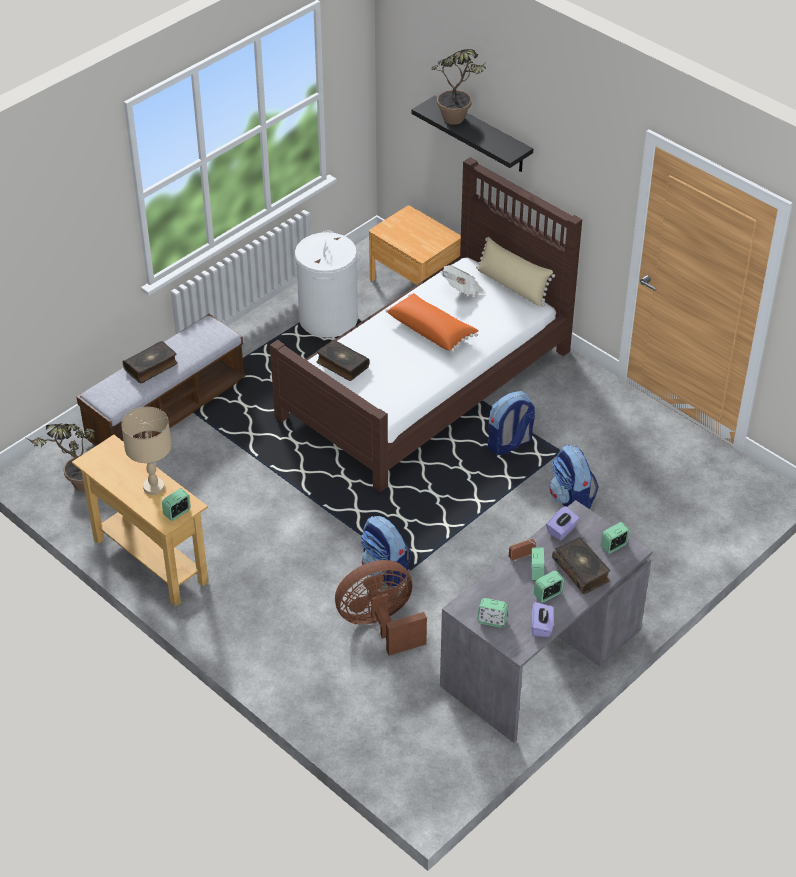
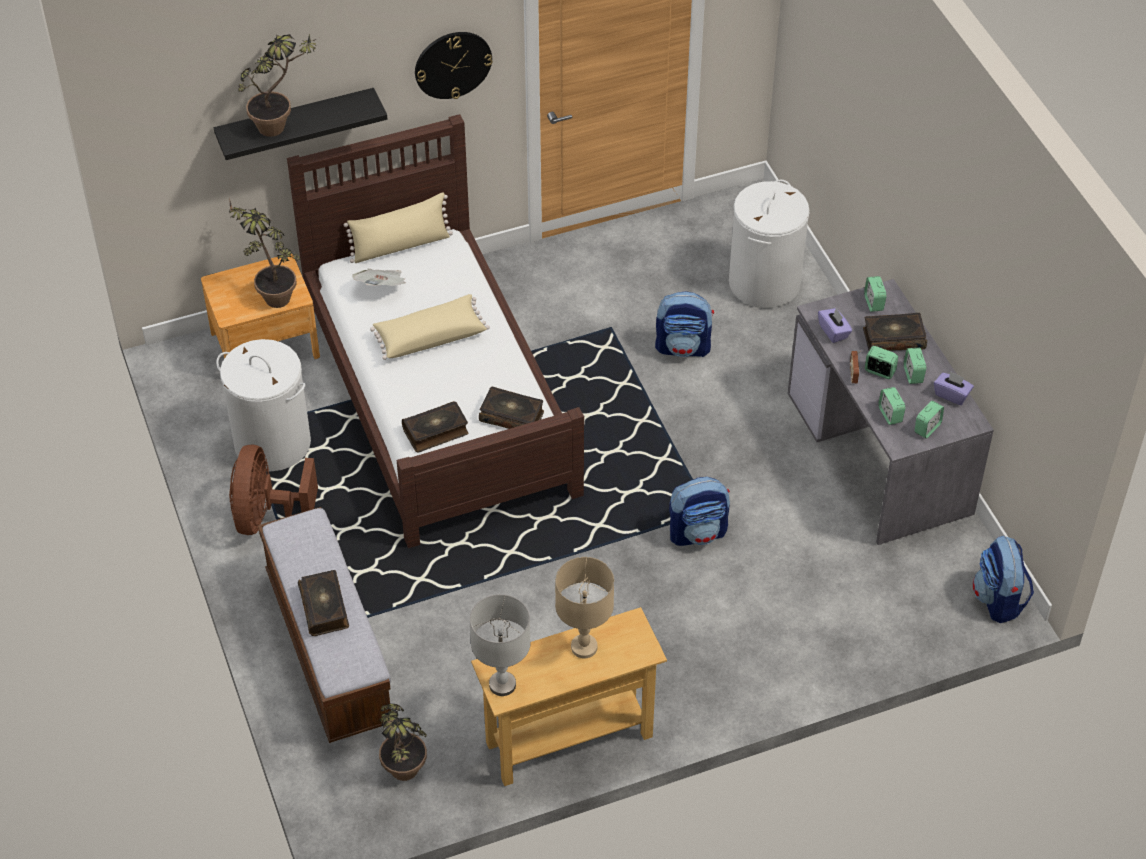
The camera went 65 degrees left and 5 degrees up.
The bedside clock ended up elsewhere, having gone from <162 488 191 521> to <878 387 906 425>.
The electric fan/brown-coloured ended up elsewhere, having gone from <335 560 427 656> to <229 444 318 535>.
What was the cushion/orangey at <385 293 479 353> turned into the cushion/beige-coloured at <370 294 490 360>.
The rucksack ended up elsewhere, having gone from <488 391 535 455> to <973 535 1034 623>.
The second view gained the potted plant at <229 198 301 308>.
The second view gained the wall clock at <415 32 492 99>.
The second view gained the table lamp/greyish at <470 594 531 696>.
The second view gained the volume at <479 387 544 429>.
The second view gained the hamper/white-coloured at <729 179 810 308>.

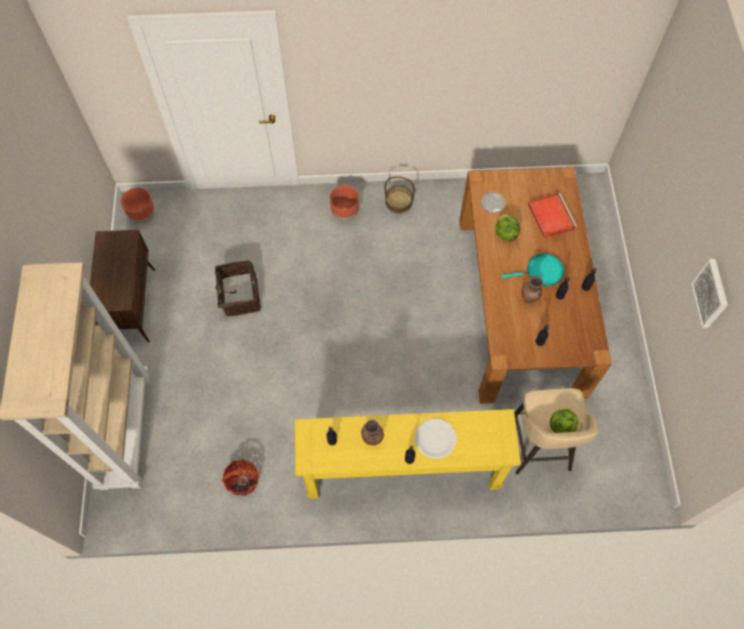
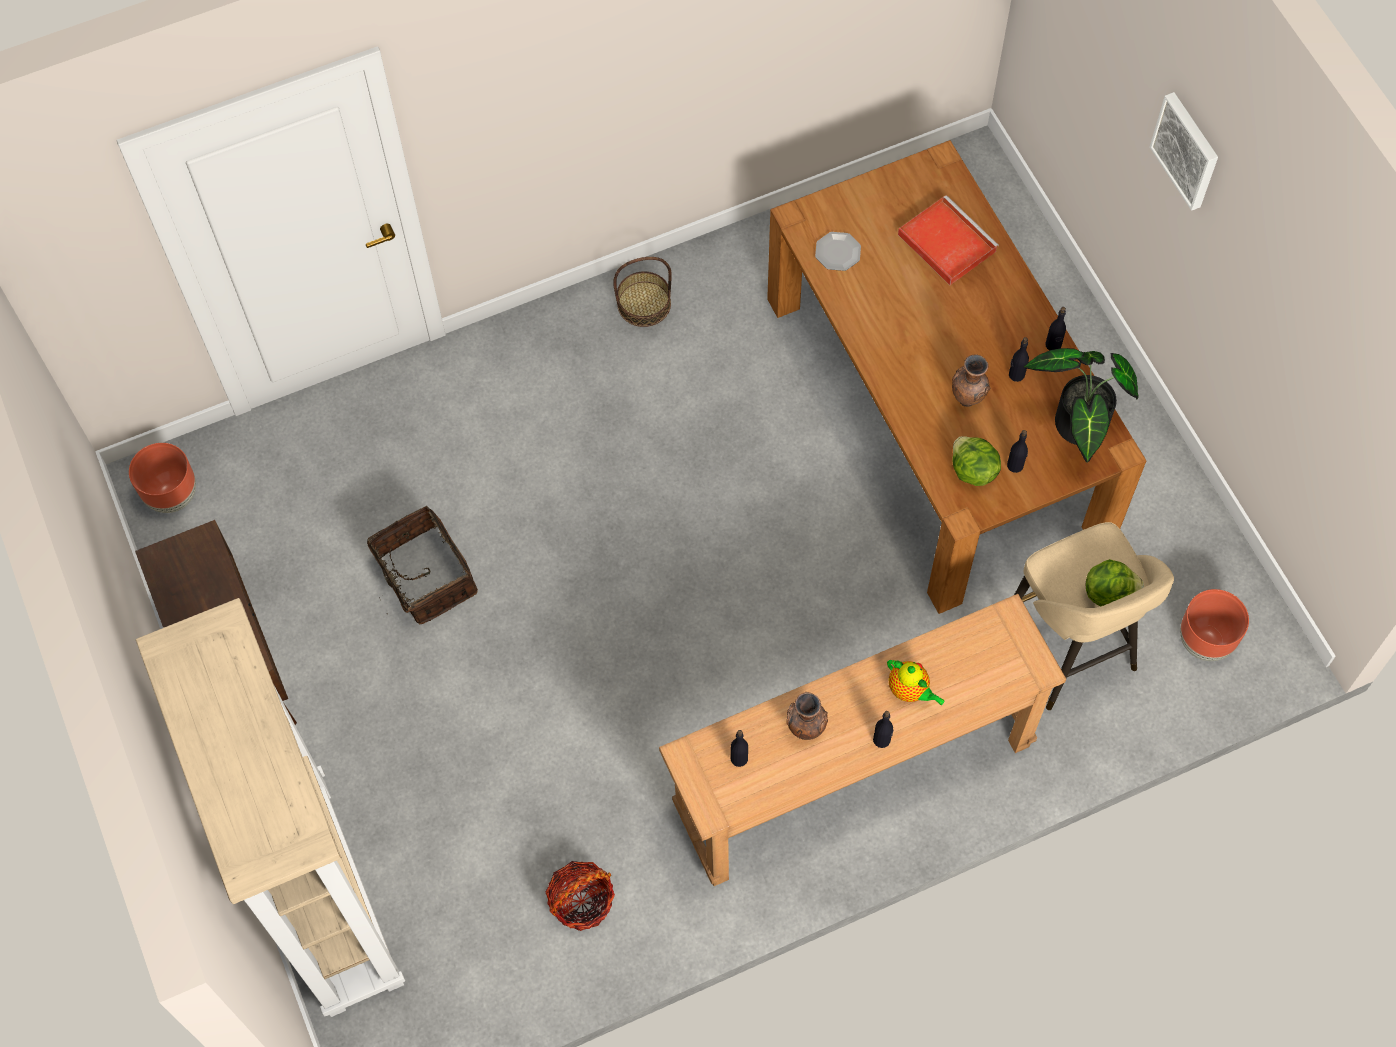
The camera went 20 degrees left and 0 degrees up.
What was the narrow table/yellowish at <295 409 521 499> turned into the narrow table/brown-coloured at <659 594 1066 886>.
The planter/brown-coloured ended up elsewhere, having gone from <330 185 359 221> to <1180 589 1249 661>.
Where the dinner plate/white-coloured stood at <415 419 457 459>, the pot for tea came to stand at <887 660 945 705>.
The head of lettuce ended up elsewhere, having gone from <496 214 520 241> to <952 436 1001 486>.
The second view lost the pan/turquoise-coloured at <501 254 564 286>.
The picture ended up elsewhere, having gone from <691 259 728 328> to <1150 92 1218 211>.
The second view gained the potted plant at <1024 348 1139 462>.

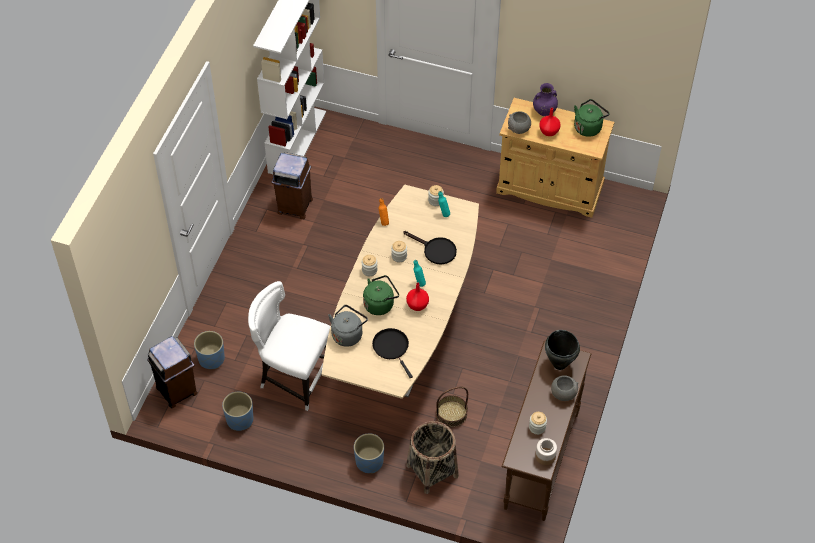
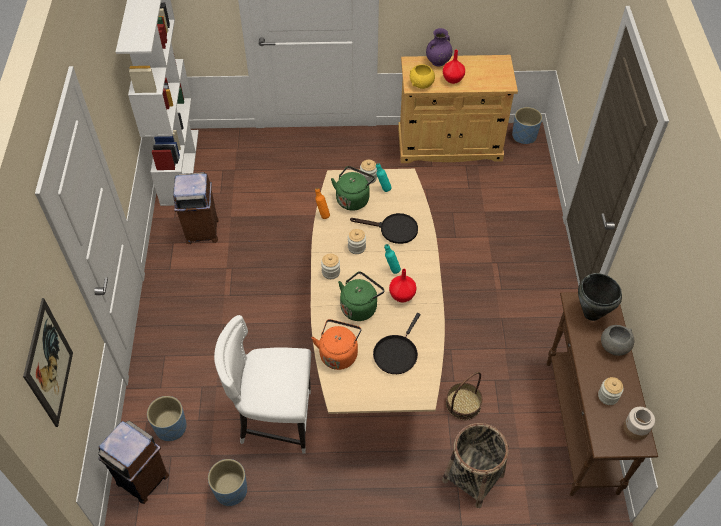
The camera went 20 degrees left and 0 degrees up.
What was the tea kettle/greyish at <328 305 368 347> turned into the tea kettle/orangey at <311 319 361 370>.
The planter/blue-coloured ended up elsewhere, having gone from <354 434 384 474> to <512 107 542 144>.
The pan/black at <372 328 413 378> ended up facing another way, 105 degrees counterclockwise from before.
What was the bowl/greyish at <508 111 531 134> turned into the bowl/yellowish at <410 64 435 89>.
The tea kettle/green ended up elsewhere, having gone from <574 99 610 137> to <331 166 375 211>.
The second view gained the picture at <23 298 73 427>.

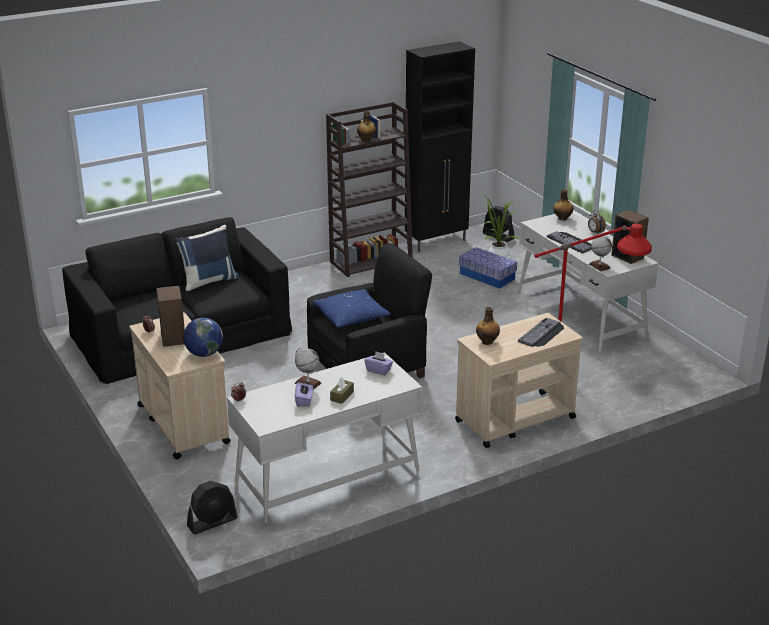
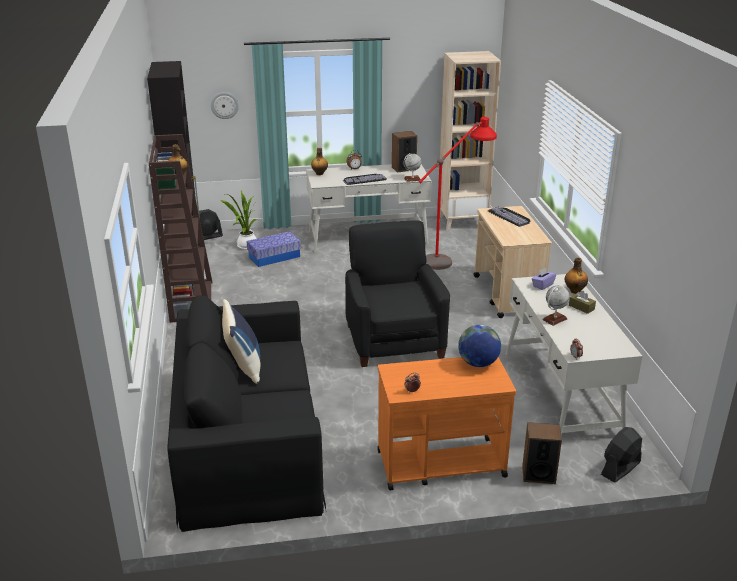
The camera went 70 degrees left and 0 degrees up.
What was the trolley/beige-coloured at <130 312 231 459> turned into the trolley/orangey at <377 357 516 490>.
The loudspeaker ended up elsewhere, having gone from <156 286 185 347> to <522 422 562 484>.
The electric fan/black at <187 481 238 534> ended up facing another way, 120 degrees counterclockwise from before.
The second view lost the tissue holder/purple-coloured at <295 382 313 407>.
The second view lost the cushion/blue-coloured at <313 289 391 328>.
The bottle ended up elsewhere, having gone from <476 307 500 345> to <565 257 588 294>.
The second view gained the wall clock at <211 92 239 119>.
The second view gained the shelving unit/beige-coloured at <440 51 501 231>.

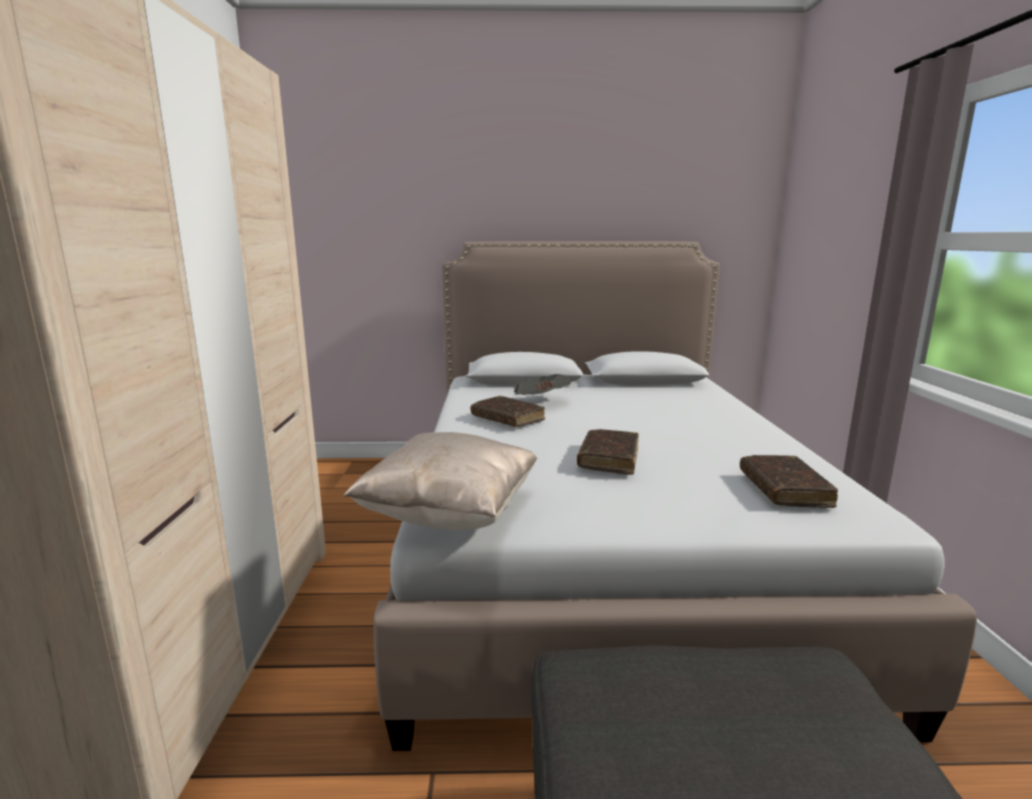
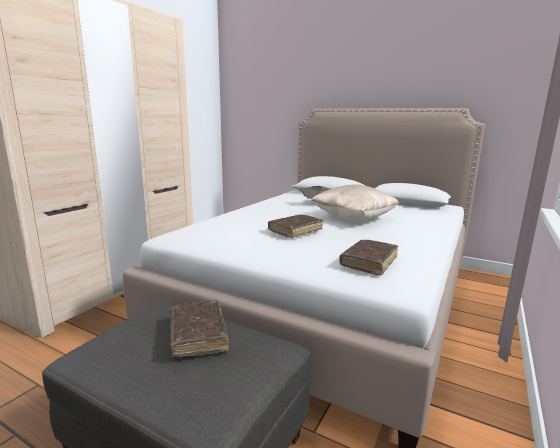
The camera went 30 degrees right and 0 degrees up.
The cushion/beige-coloured ended up elsewhere, having gone from <343 432 537 530> to <311 185 399 221>.
The volume/brown-coloured ended up elsewhere, having gone from <471 396 545 427> to <170 300 229 357>.

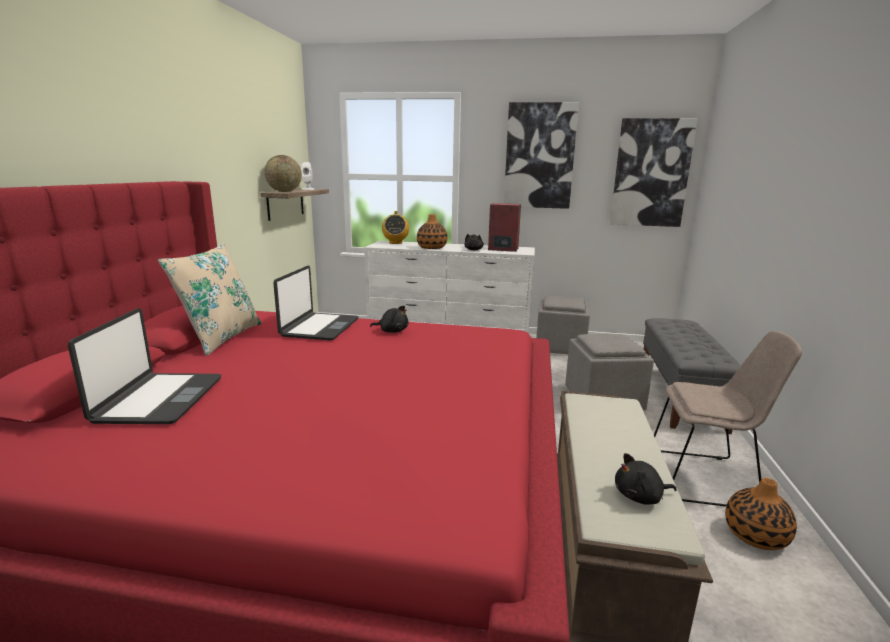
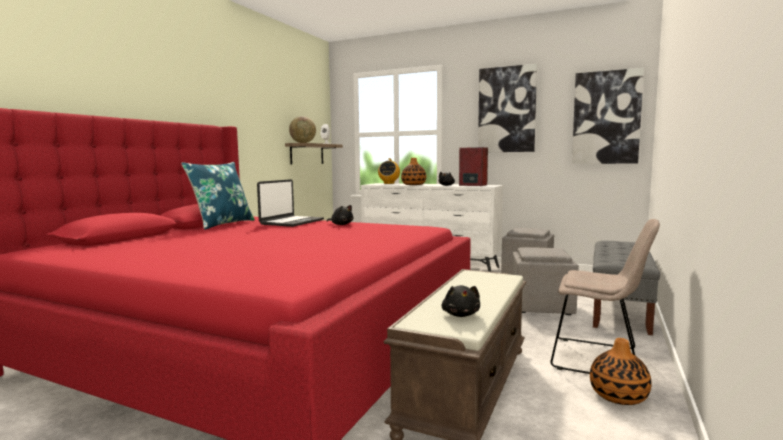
The camera went 15 degrees right and 10 degrees down.
The second view lost the notebook computer at <68 308 221 424>.
What was the cushion/beige-coloured at <158 243 261 356> turned into the cushion/blue-coloured at <181 162 255 230>.
The cuddly toy/black at <615 453 677 505> ended up facing another way, 105 degrees counterclockwise from before.

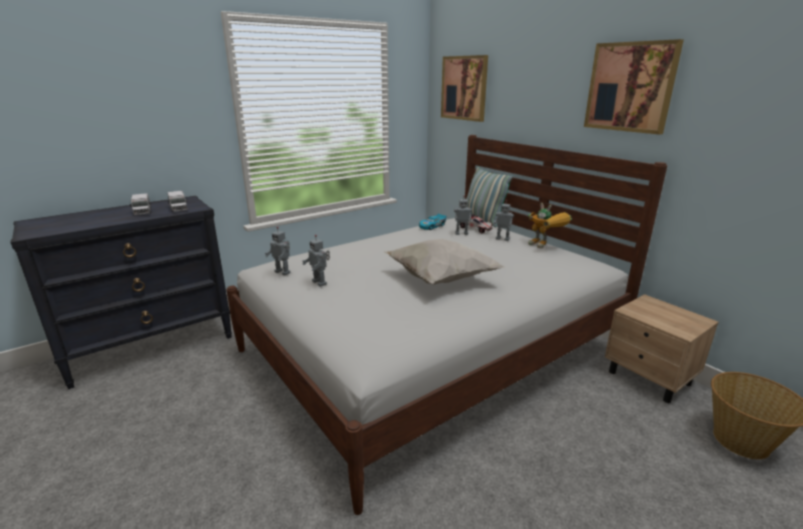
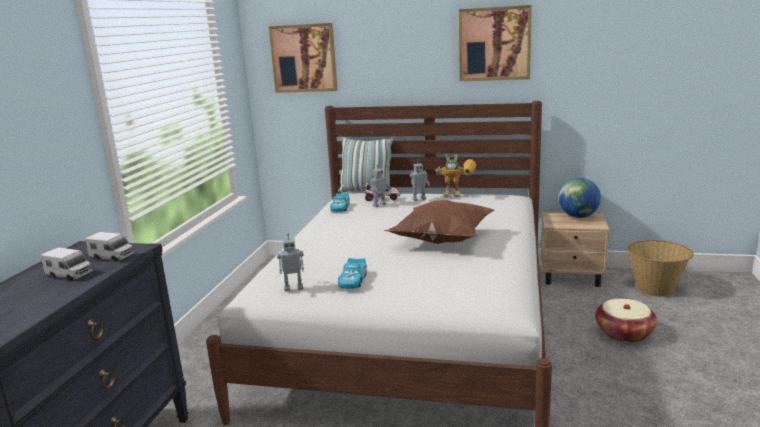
The camera went 40 degrees left and 5 degrees down.
Where the model robot stood at <302 235 330 287>, the model car came to stand at <338 258 367 289>.
What was the cushion/white-coloured at <384 239 505 285> turned into the cushion/brown-coloured at <384 200 495 244>.
The second view gained the desk globe at <559 178 601 218>.
The second view gained the storage basket at <595 299 657 343>.

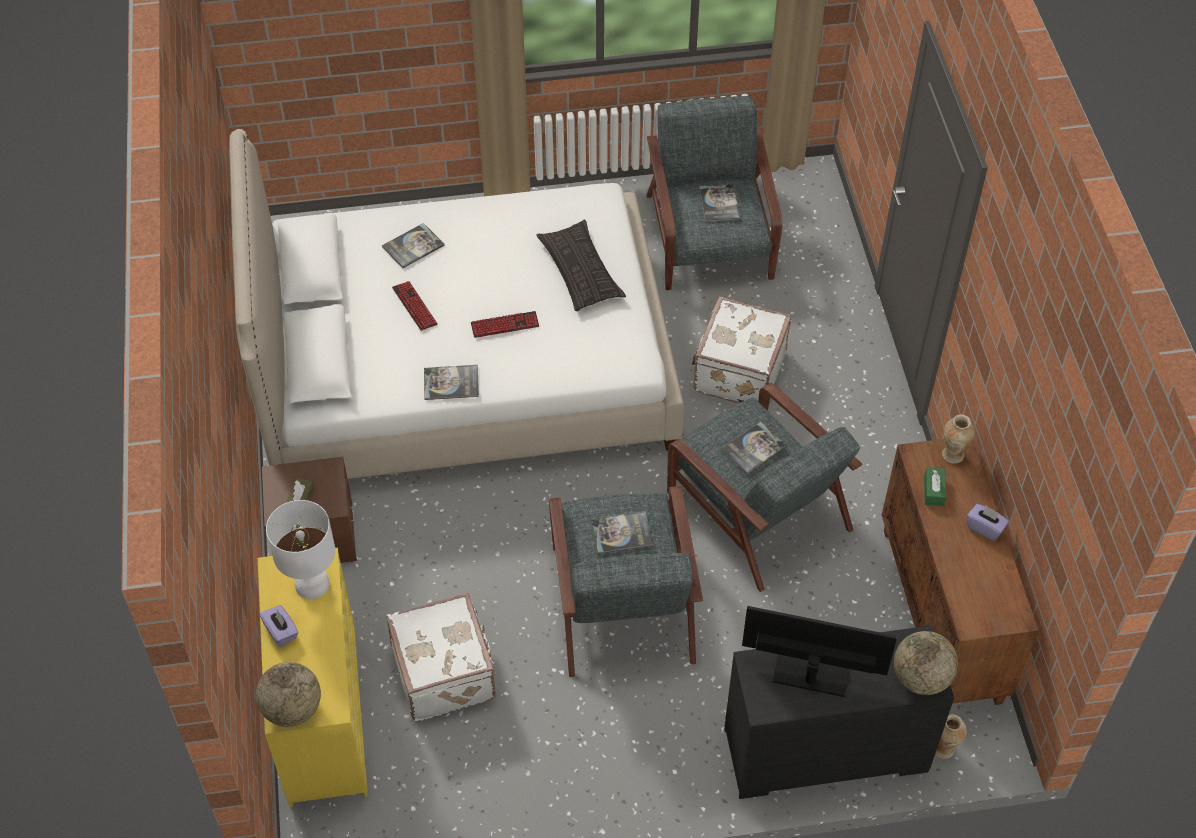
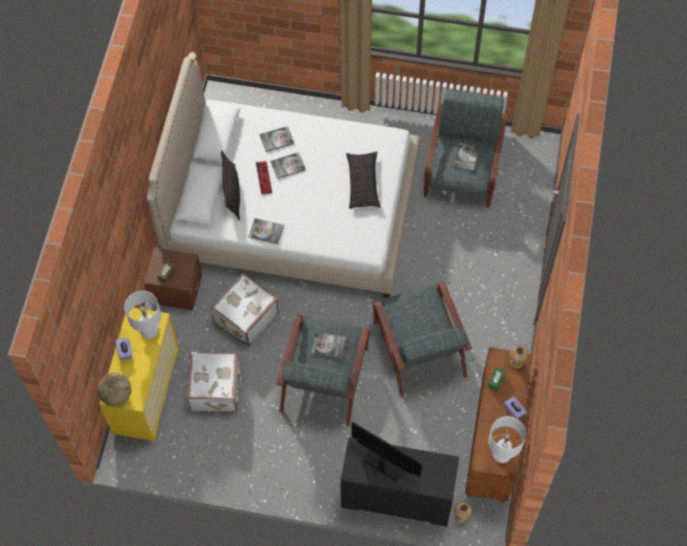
The camera went 20 degrees right and 10 degrees up.
The second view lost the PC keyboard at <471 311 539 338>.
The piece of luggage/white-coloured ended up elsewhere, having gone from <692 296 791 403> to <211 273 279 346>.
The volume ended up elsewhere, having gone from <721 422 787 475> to <271 152 306 179>.
The second view lost the desk globe at <894 631 958 695>.
The second view gained the cushion at <221 150 240 220>.
The second view gained the table lamp/white-coloured at <488 416 526 463>.

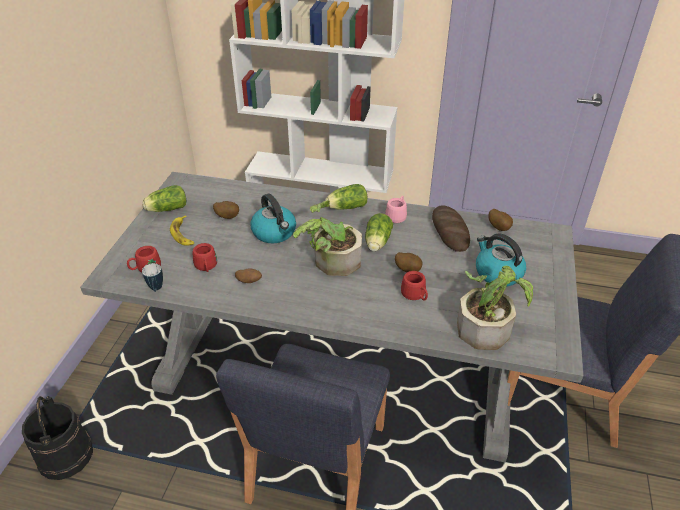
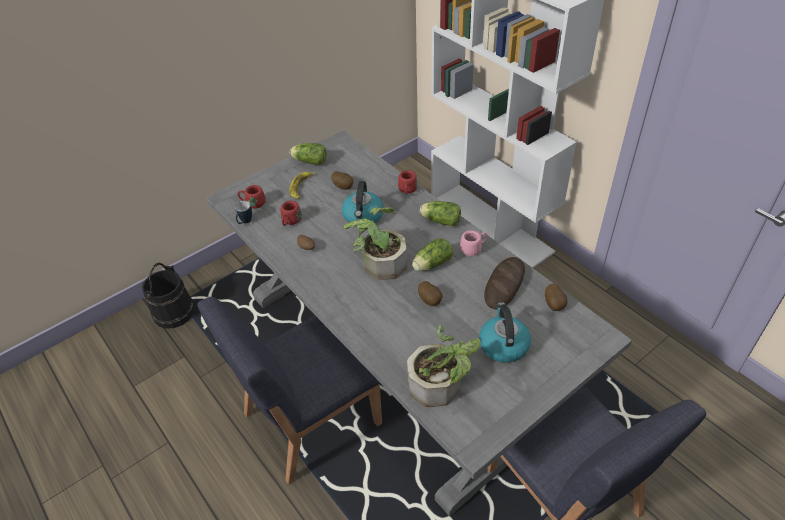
The camera went 40 degrees right and 5 degrees up.
The mug/red-coloured ended up elsewhere, having gone from <401 271 428 301> to <398 170 418 195>.

